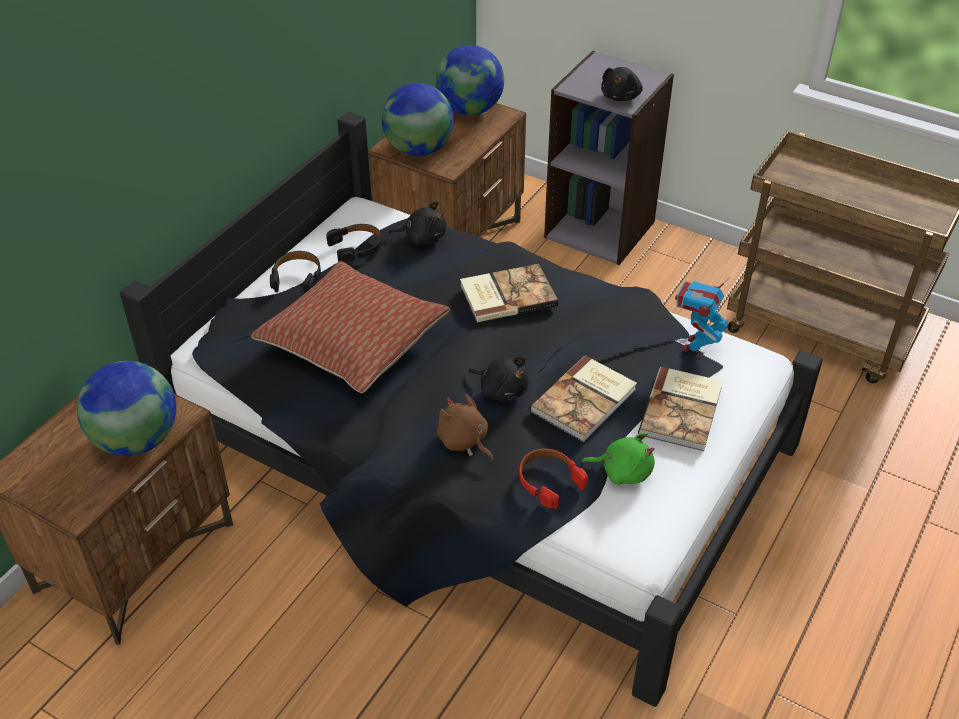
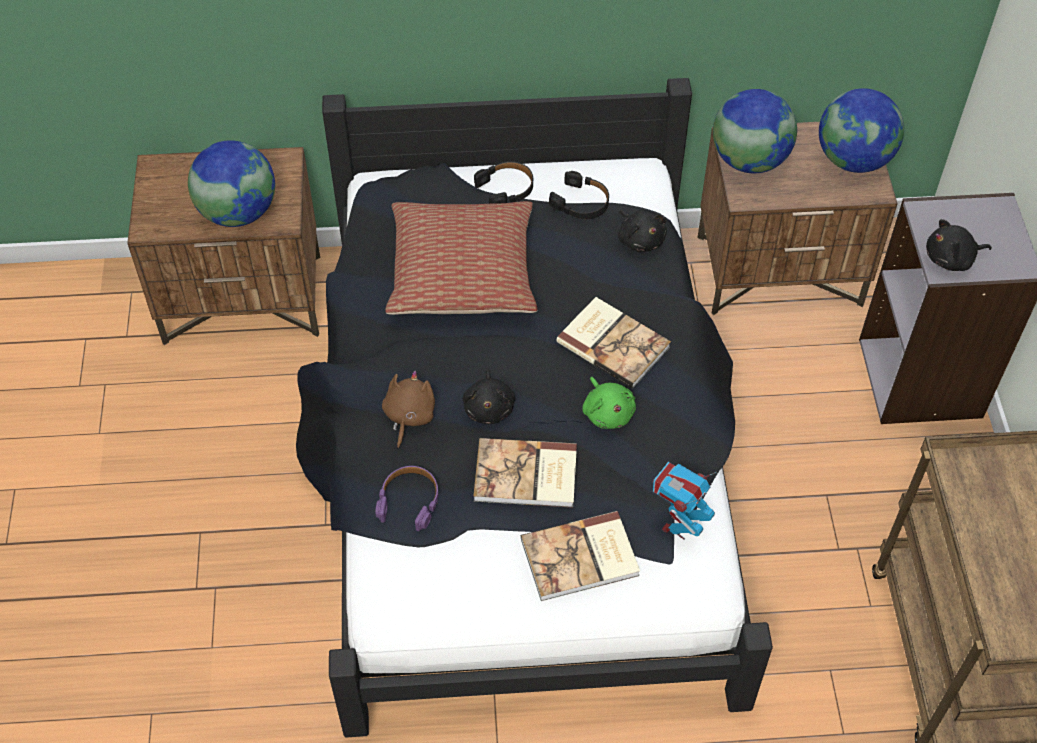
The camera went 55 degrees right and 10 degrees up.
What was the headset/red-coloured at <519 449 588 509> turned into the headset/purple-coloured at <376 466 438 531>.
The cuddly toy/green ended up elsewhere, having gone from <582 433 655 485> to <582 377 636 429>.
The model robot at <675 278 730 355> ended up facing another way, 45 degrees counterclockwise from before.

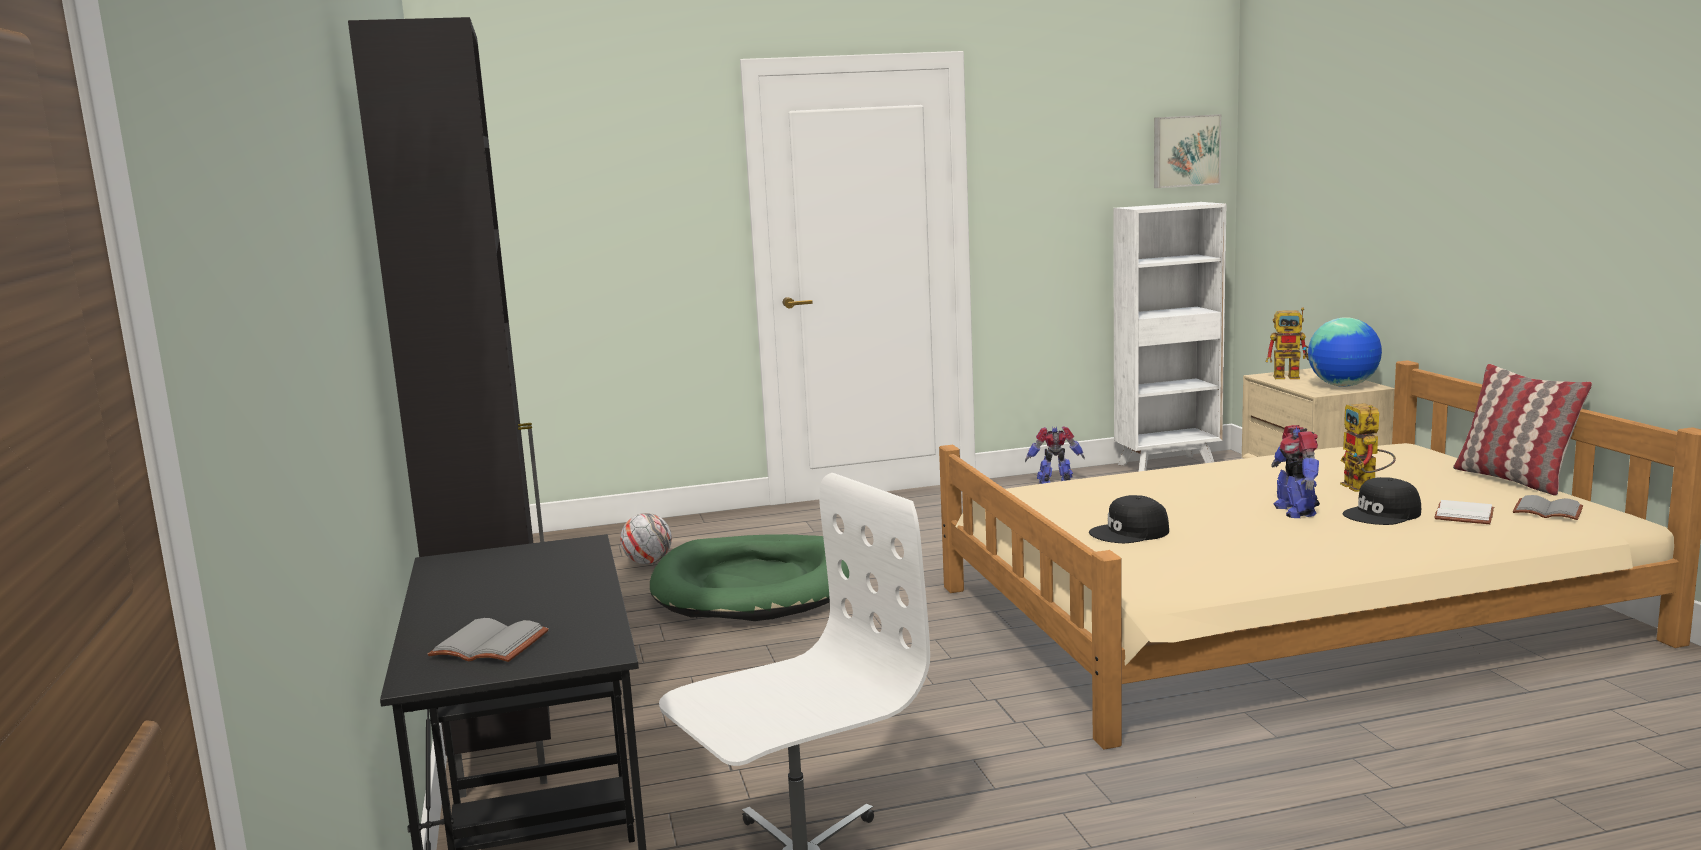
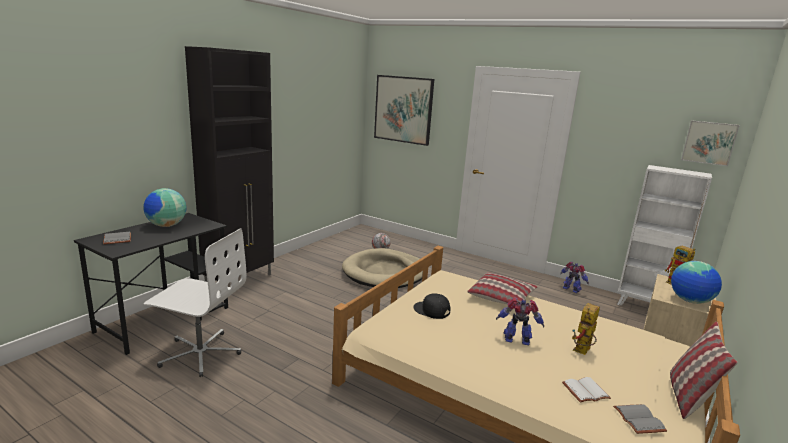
The camera went 45 degrees right and 5 degrees up.
What was the dog cushion/green at <650 534 849 621> turned into the dog cushion/beige-coloured at <342 248 423 288>.
The model robot at <1272 425 1320 518> ended up facing another way, 60 degrees clockwise from before.
The second view lost the peaked cap/black at <1342 477 1421 525>.
The second view gained the desk globe at <143 188 186 227>.
The second view gained the picture at <374 75 434 146>.
The second view gained the cushion at <467 272 537 304>.

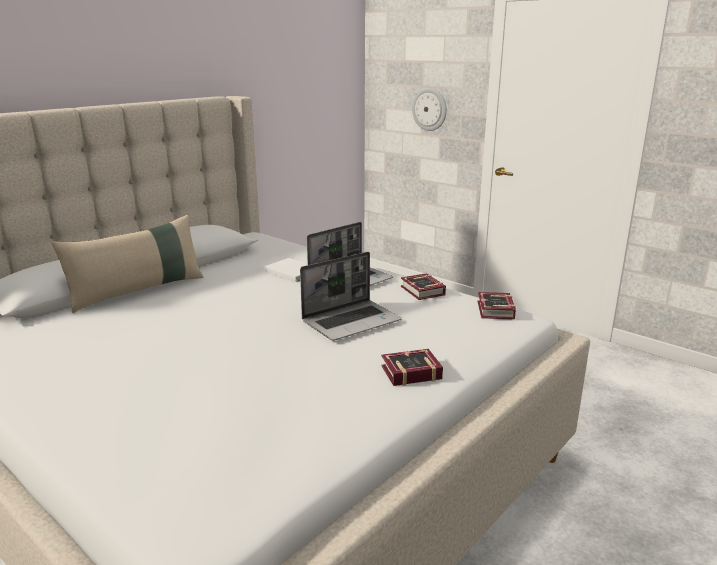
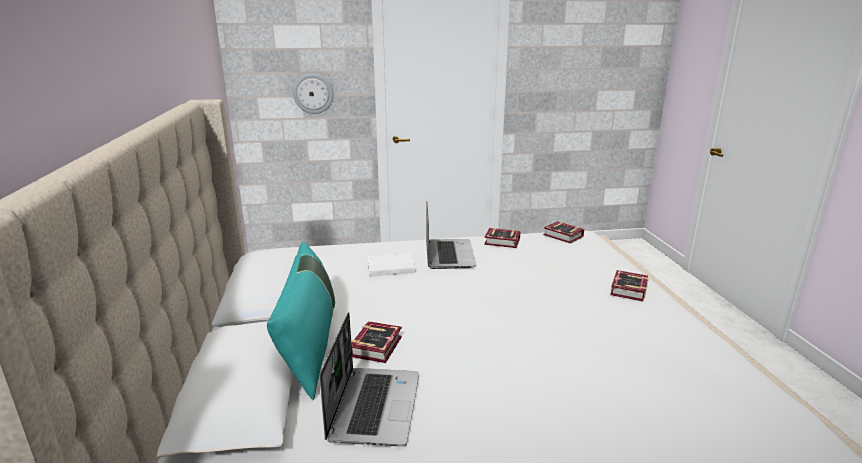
The camera went 50 degrees left and 0 degrees up.
What was the cushion/beige-coloured at <51 215 203 313> turned into the cushion/turquoise-coloured at <267 241 335 400>.
The notebook computer ended up elsewhere, having gone from <300 252 402 341> to <319 312 419 447>.
The second view gained the volume at <351 321 402 363>.

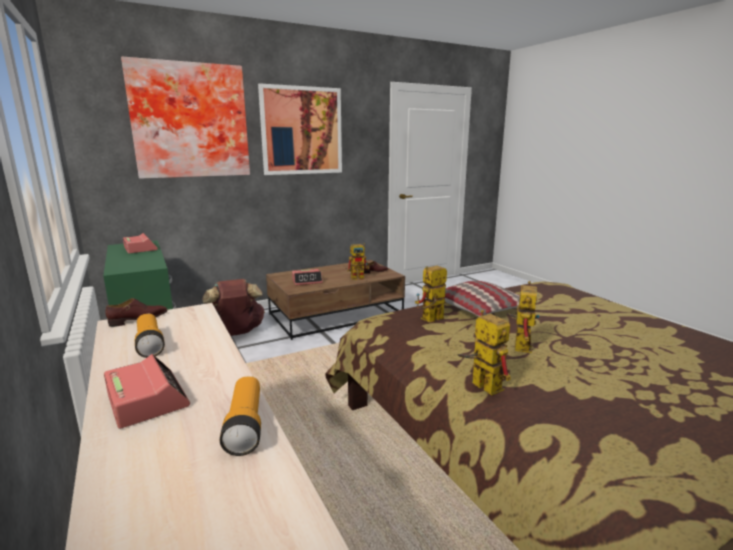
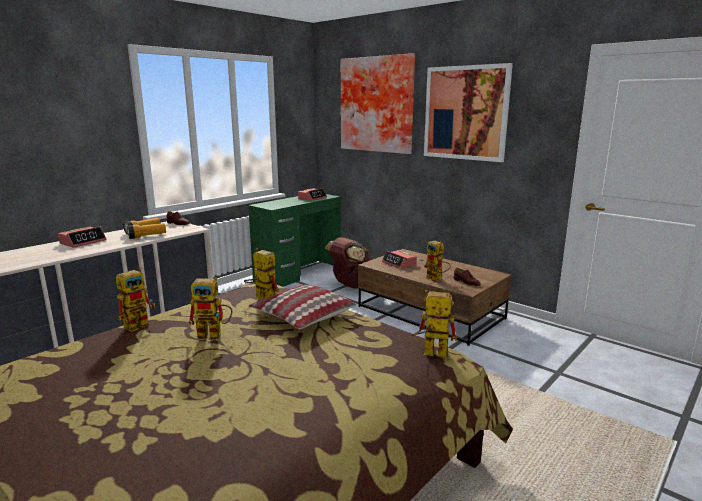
The camera went 70 degrees right and 0 degrees up.
The torch ended up elsewhere, having gone from <220 376 261 456> to <127 223 166 239>.
The second view gained the model robot at <411 290 457 358>.

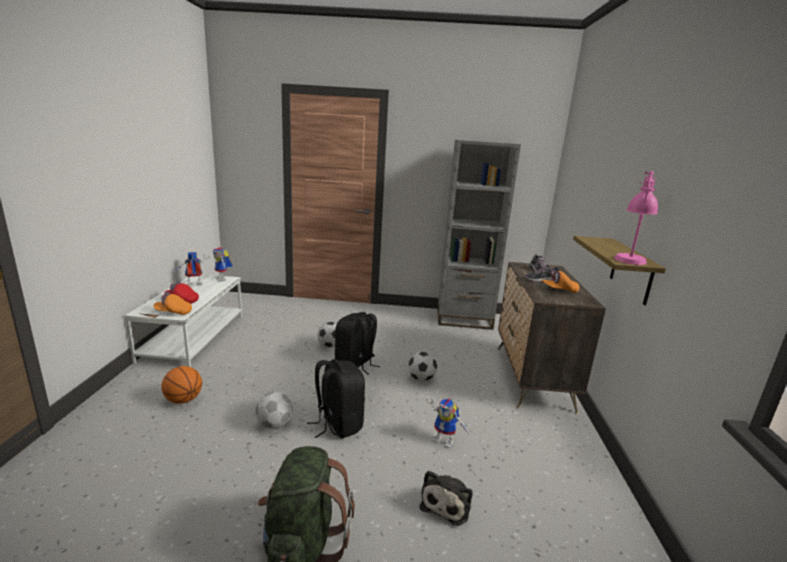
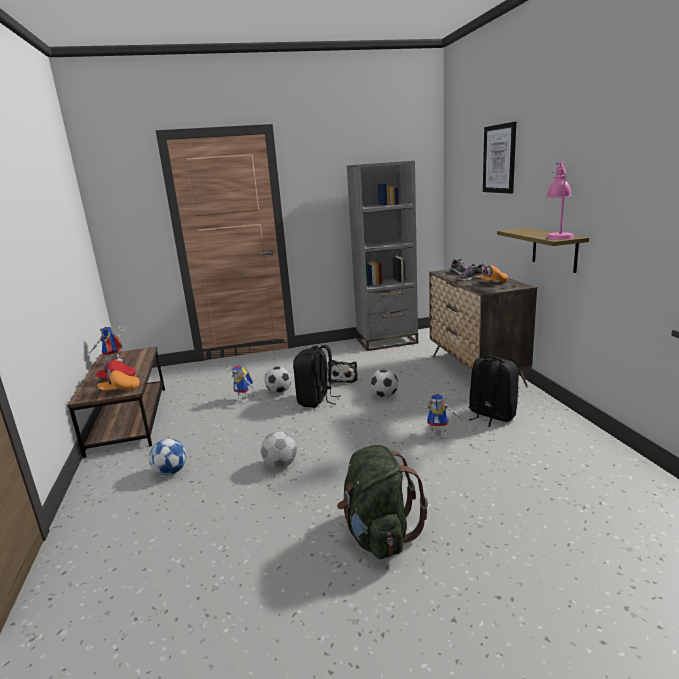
The camera went 15 degrees left and 0 degrees up.
What was the lounge table/white-coloured at <124 274 242 367> turned into the lounge table/brown-coloured at <67 347 165 458>.
Where the basketball ball stood at <161 366 202 404>, the ball for football came to stand at <149 439 187 475>.
The model robot ended up elsewhere, having gone from <213 247 232 282> to <226 366 255 404>.
The rucksack/black ended up elsewhere, having gone from <307 359 365 438> to <469 356 519 427>.
The cuddly toy ended up elsewhere, having gone from <420 470 473 526> to <328 360 358 383>.
The second view gained the picture at <483 122 516 194>.

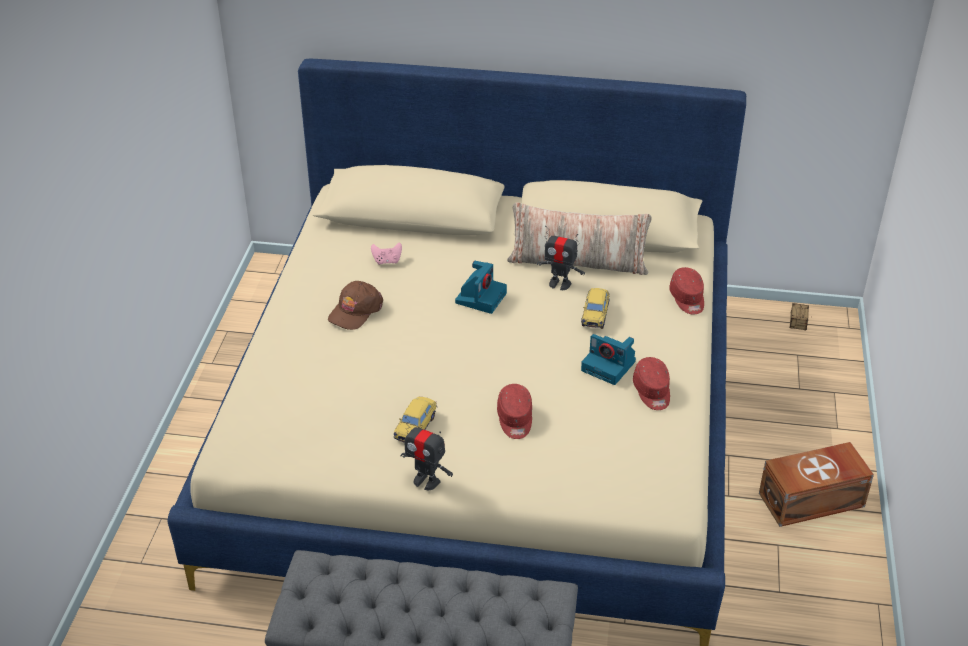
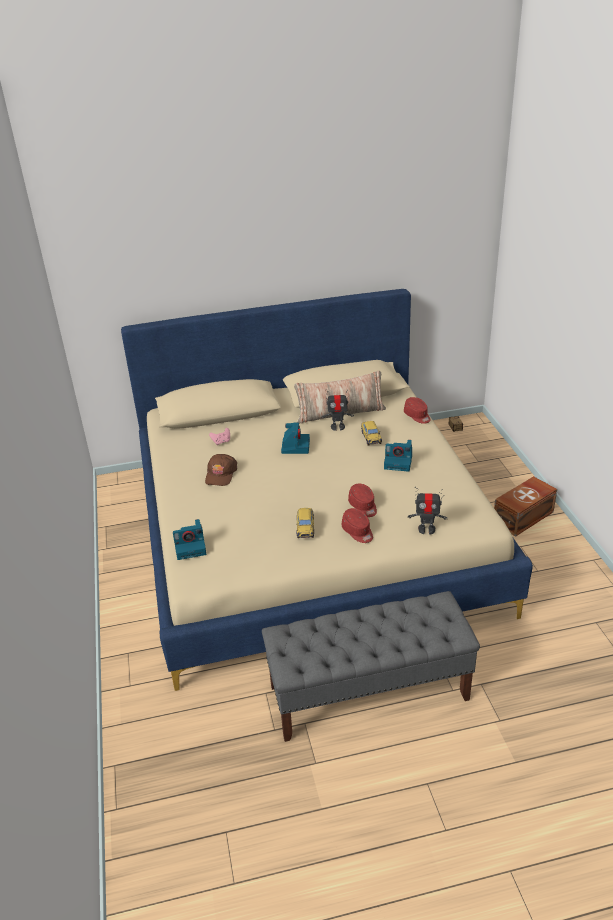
The camera went 20 degrees left and 5 degrees down.
The model robot ended up elsewhere, having gone from <401 416 453 490> to <408 487 447 534>.
The peaked cap/red-coloured ended up elsewhere, having gone from <633 357 670 410> to <342 508 373 543>.
The second view gained the still camera at <173 519 206 560>.

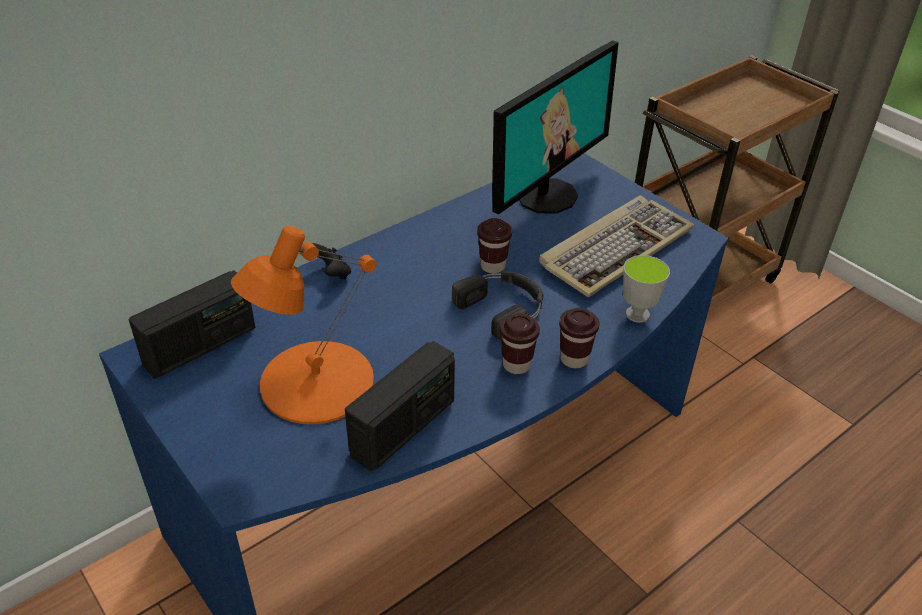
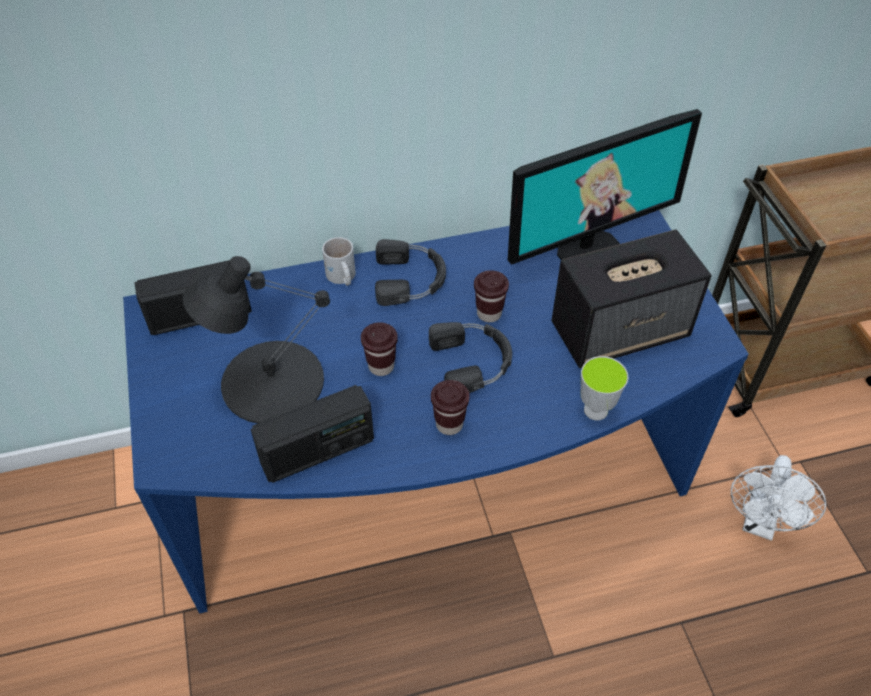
The camera went 25 degrees right and 10 degrees up.
What was the table lamp/orangey at <231 225 377 424> turned into the table lamp/black at <183 256 330 423>.
Where the gamepad/black stood at <312 243 351 279>, the mug/white-coloured came to stand at <322 237 356 286>.
Where the PC keyboard stood at <539 196 694 297>, the loudspeaker came to stand at <551 230 712 368>.
The small cup/brown-coloured ended up elsewhere, having gone from <559 308 599 368> to <361 322 398 376>.
The second view gained the headset/black at <375 239 446 306>.
The second view gained the electric fan/white-coloured at <731 455 826 541>.

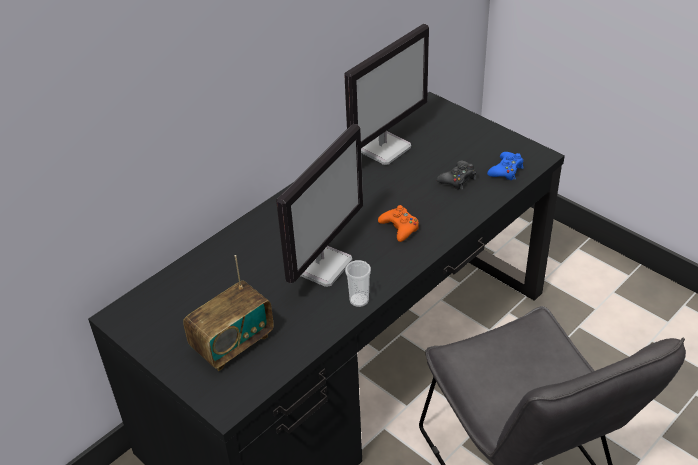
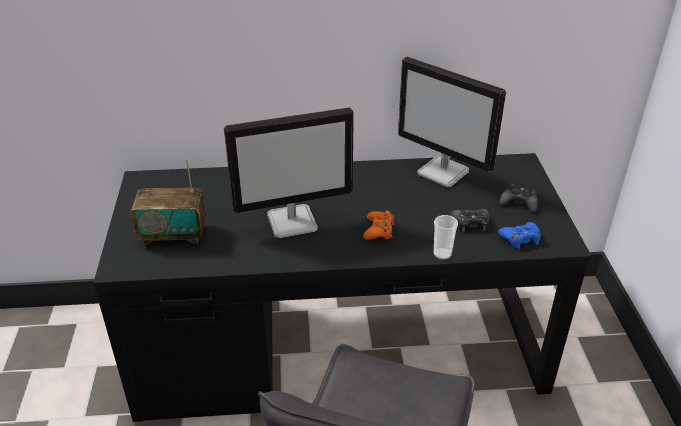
The camera went 40 degrees right and 5 degrees down.
The computer display at <344 24 429 165> ended up facing another way, 45 degrees clockwise from before.
The small cup ended up elsewhere, having gone from <345 260 371 307> to <434 215 458 260>.
The second view gained the gamepad/black at <499 183 538 212>.

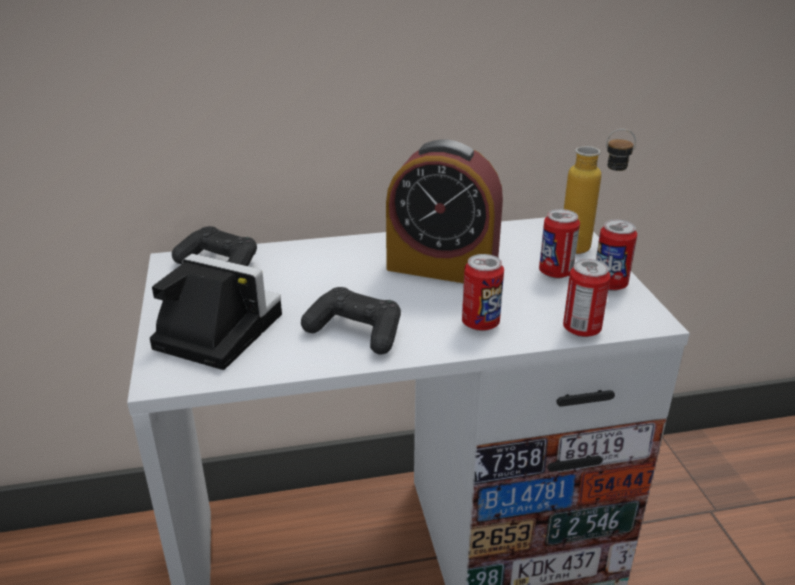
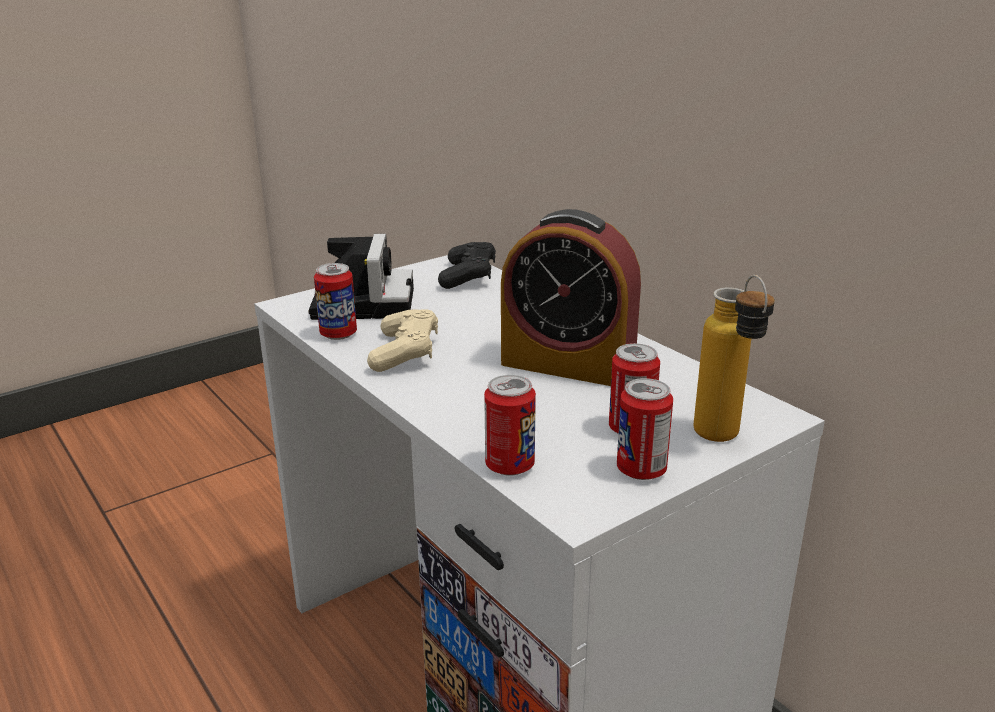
The camera went 65 degrees right and 5 degrees down.
What was the gamepad/black at <301 287 401 355> turned into the gamepad/beige-coloured at <367 309 438 372>.
The bedside clock at <386 139 503 283> ended up facing another way, 60 degrees counterclockwise from before.
The can ended up elsewhere, having gone from <462 254 504 331> to <314 263 357 340>.

